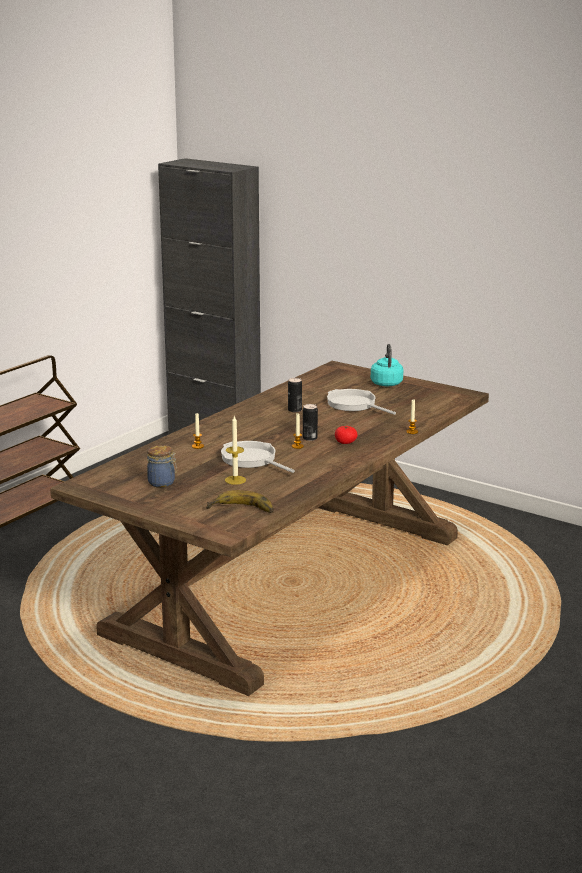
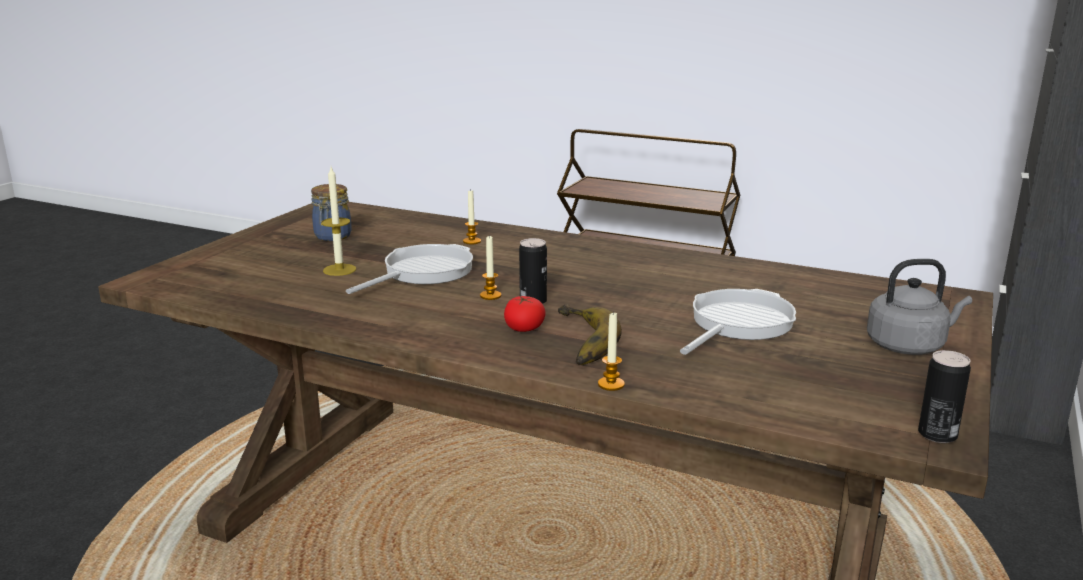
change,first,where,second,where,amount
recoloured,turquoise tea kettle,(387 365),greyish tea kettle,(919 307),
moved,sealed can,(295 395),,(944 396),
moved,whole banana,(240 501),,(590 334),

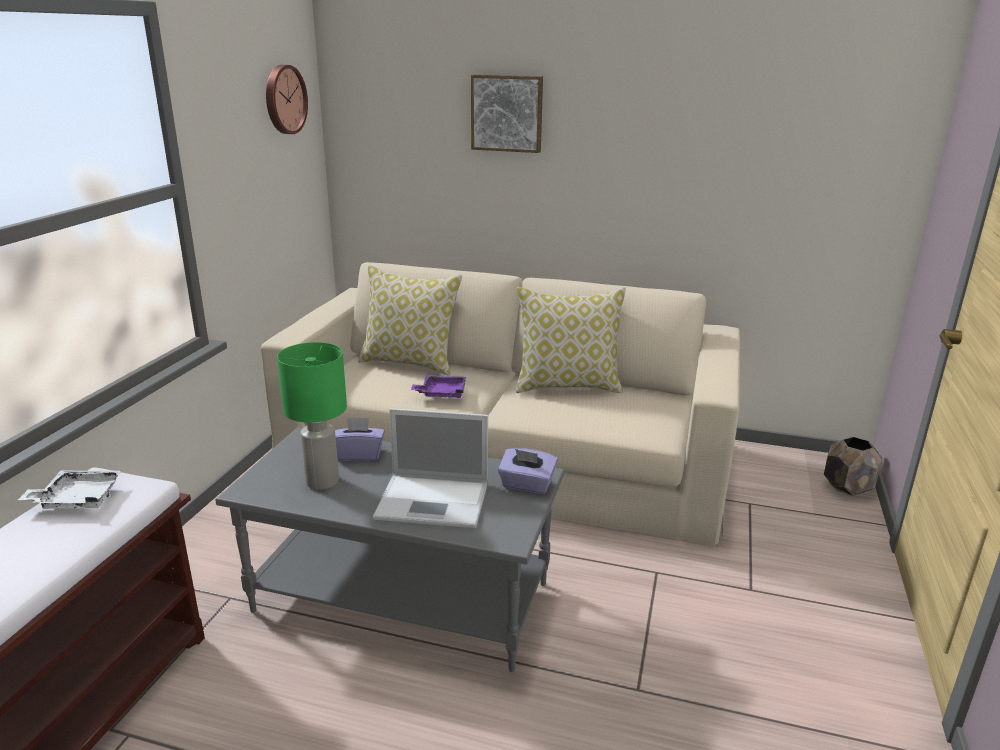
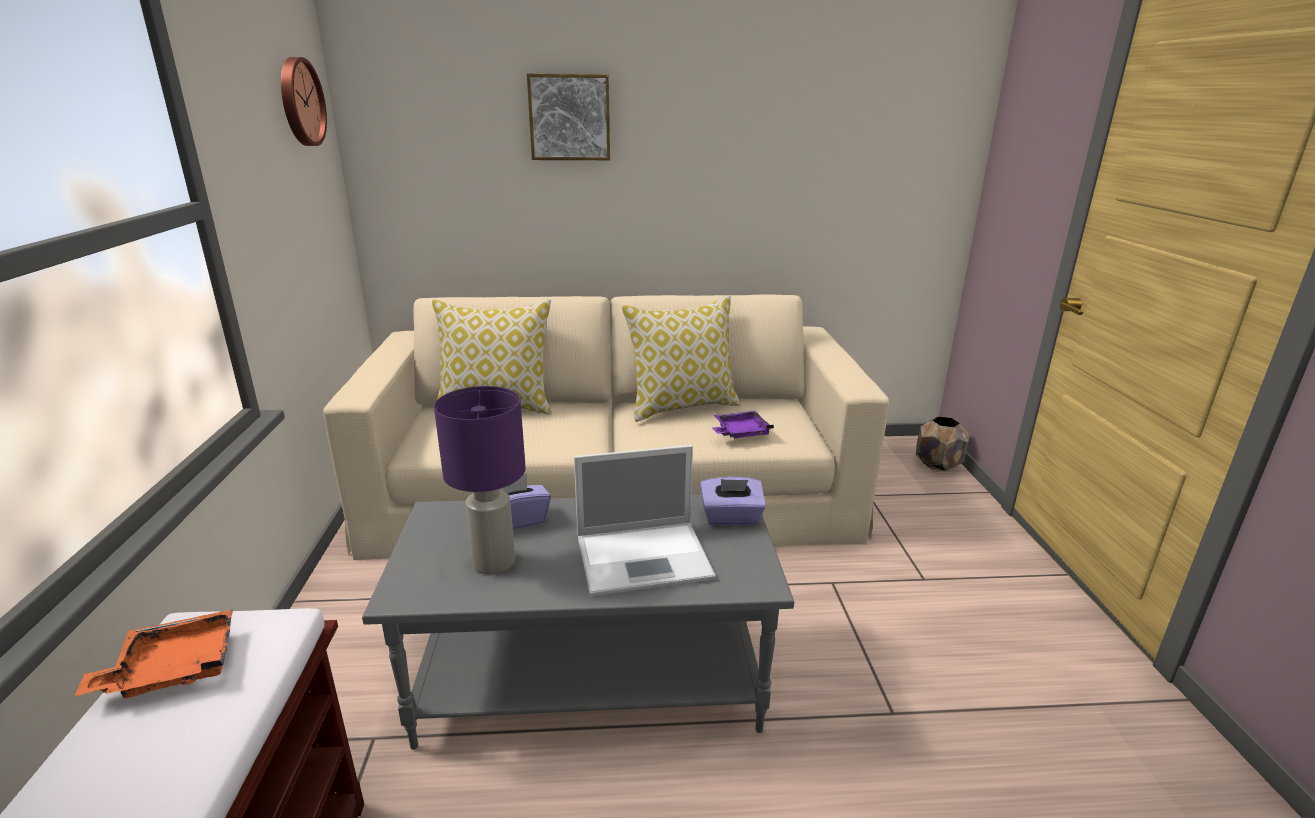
change,first,where,second,where,amount
recoloured,greenish tabletop lamp,(312 416),purple-coloured tabletop lamp,(480 480),
moved,purple-coloured serving tray,(438 386),,(743 424),
recoloured,white serving tray,(69 489),orange-coloured serving tray,(154 653),

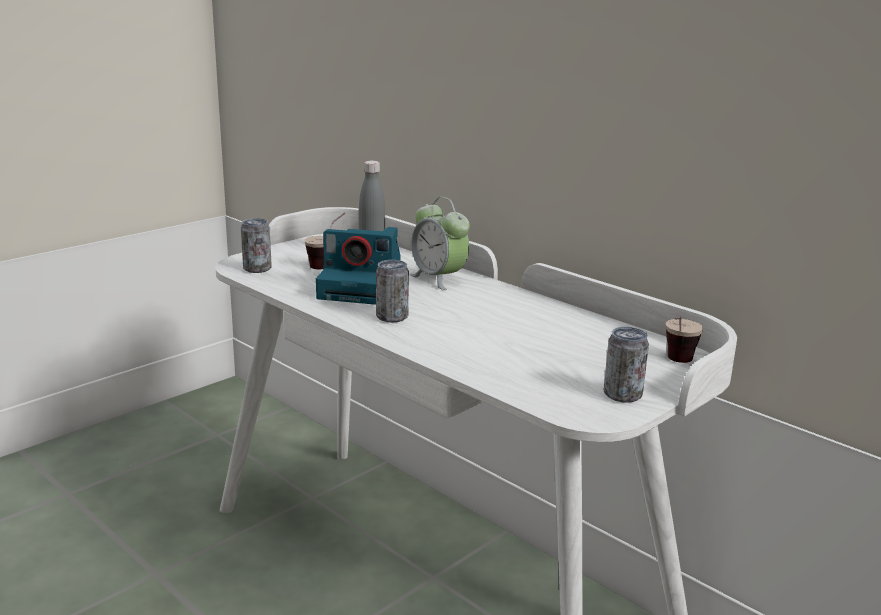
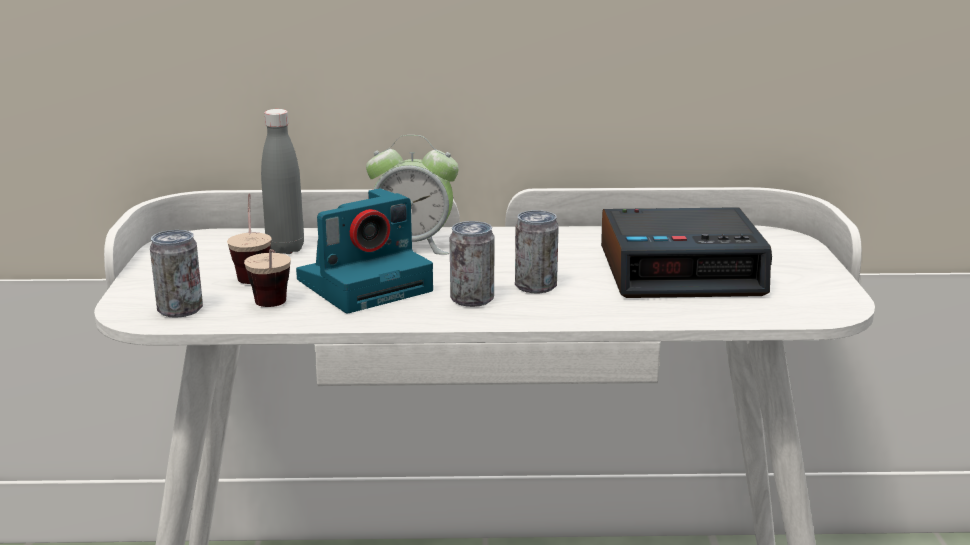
change,first,where,second,where,amount
moved,cup,(684 340),,(267 278),
moved,sealed can,(626 365),,(537 251),
added,,,table clock,(686 252),

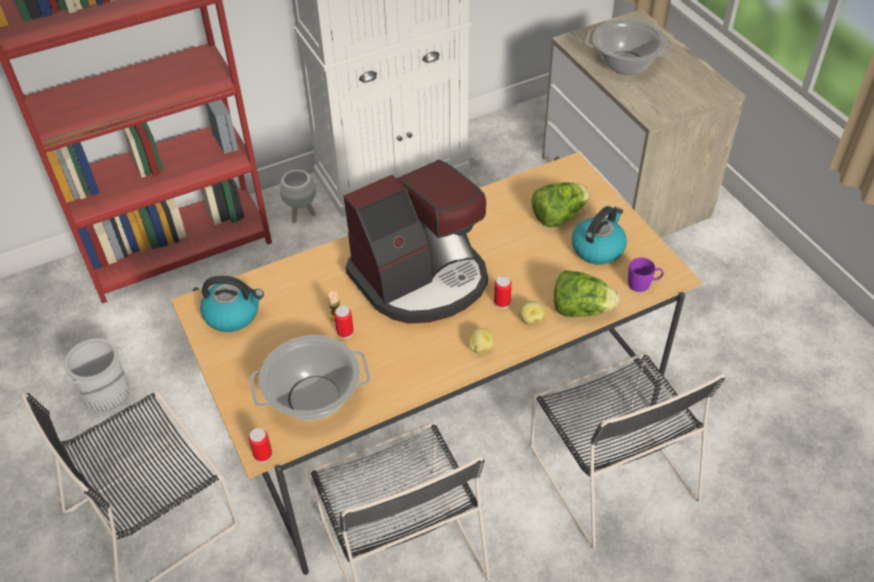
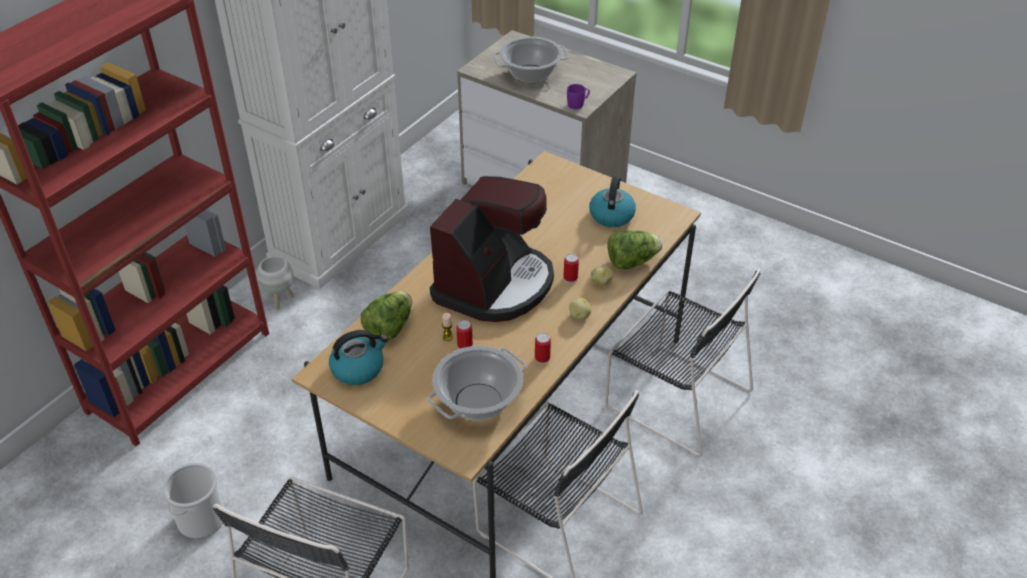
change,first,where,second,where,amount
moved,lettuce head,(560 204),,(386 315),
moved,purple-coloured coffee mug,(645 274),,(578 97),
moved,sealed can,(260 445),,(543 348),

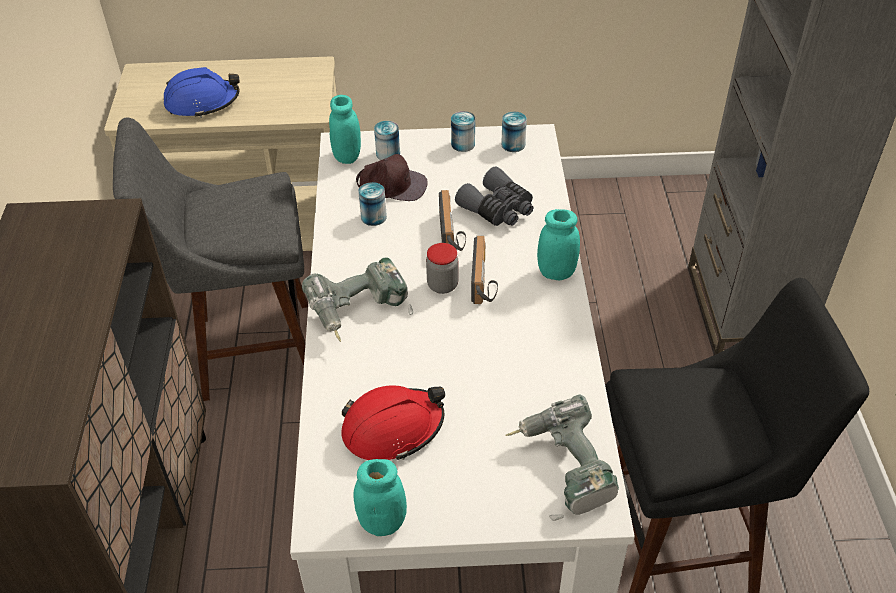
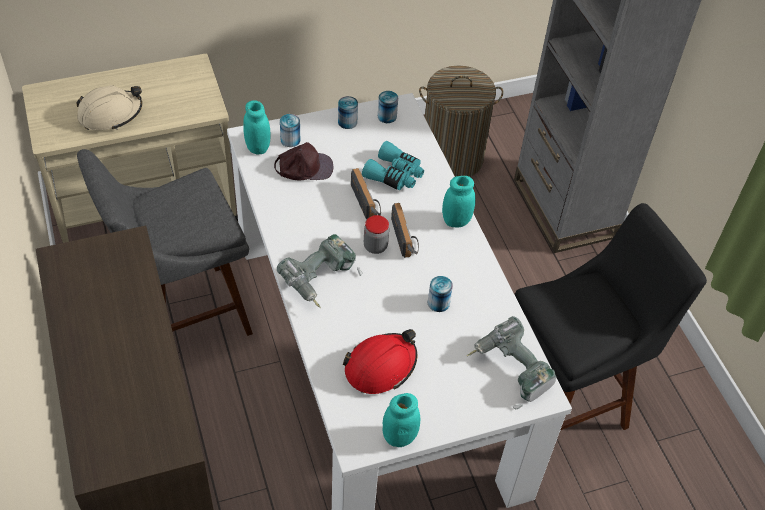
change,first,where,second,where,amount
recoloured,bluish safety helmet,(201 92),sand-coloured safety helmet,(109 107),
recoloured,greyish binoculars,(494 196),turquoise binoculars,(393 165),
moved,sealed can,(372 204),,(440 294),
added,,,hamper,(461 121),

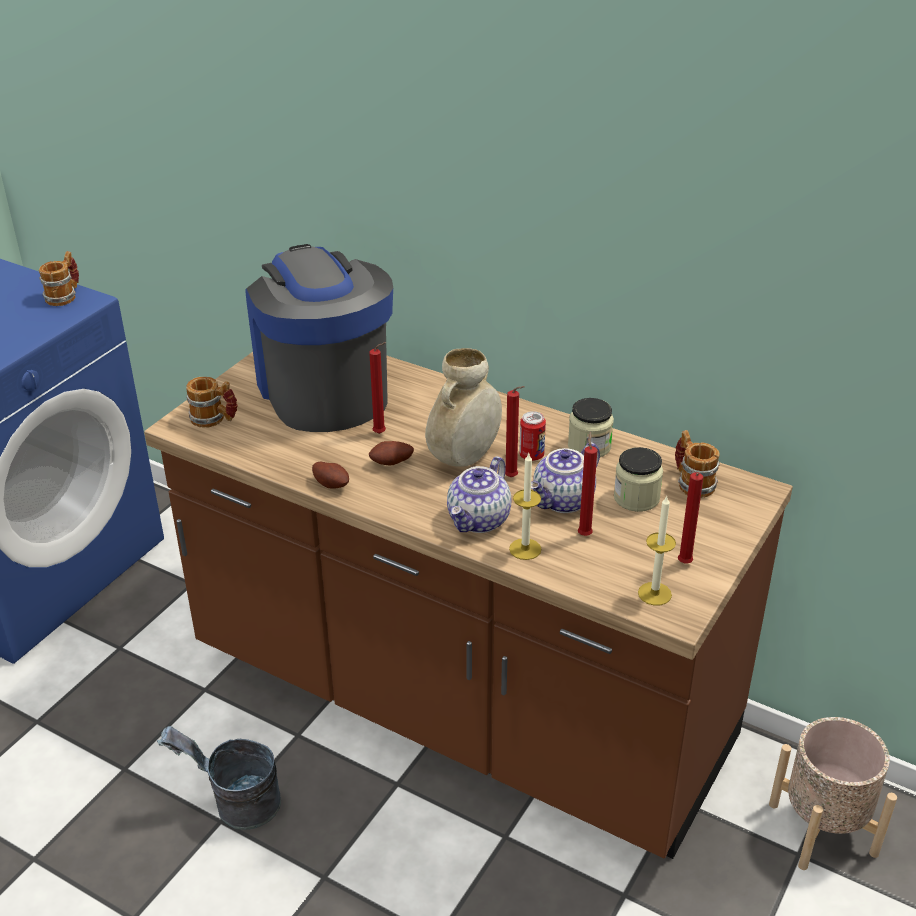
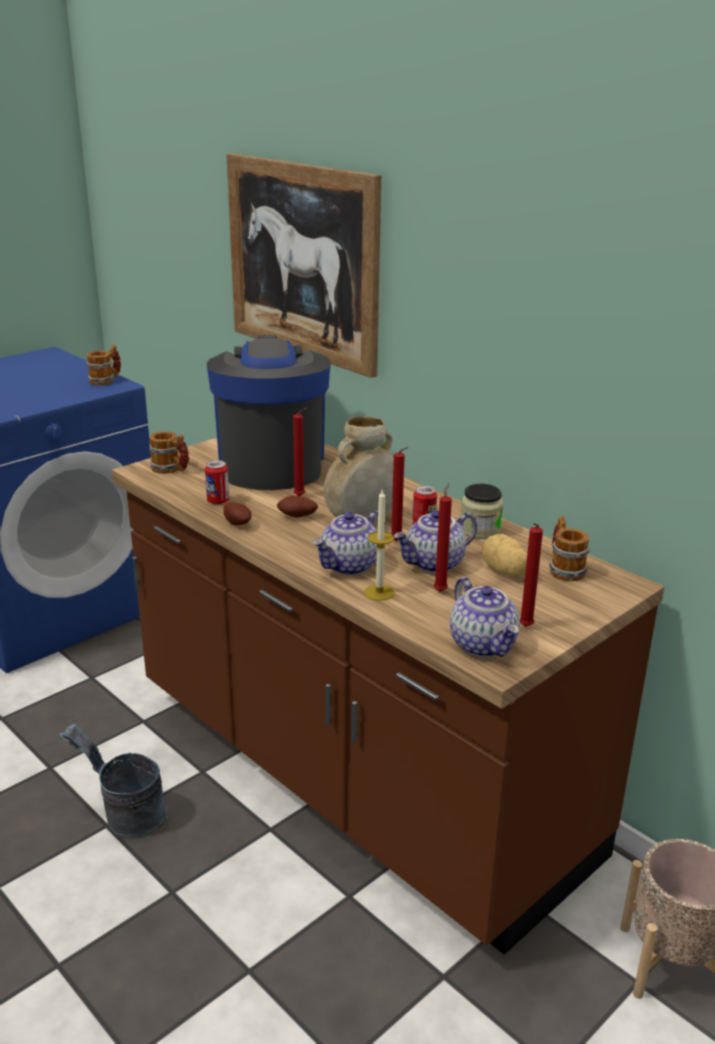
change,first,where,second,where,amount
replaced,jar,(638 479),spud,(504 555),
replaced,wax candle,(657 551),pot for tea,(485 617),
added,,,wall picture,(303 266),
added,,,sealed can,(217 482),

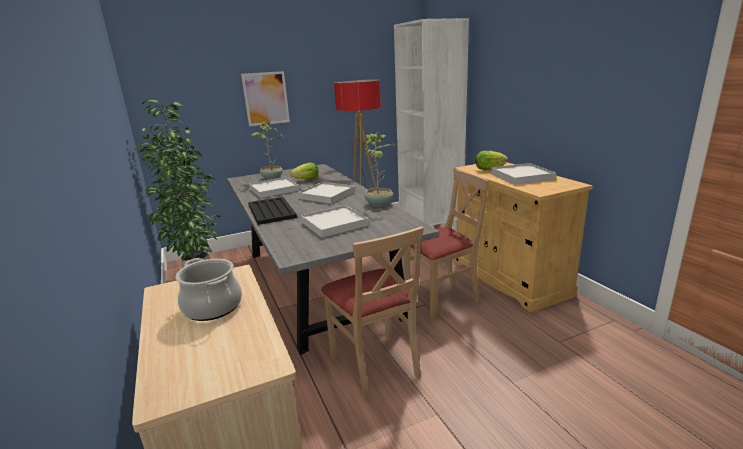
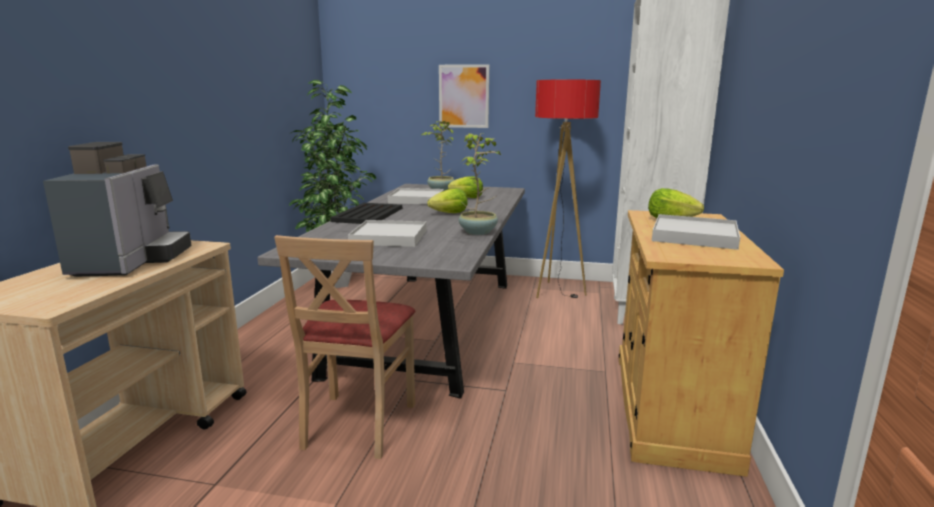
change,first,where,second,where,amount
removed,sand-coloured chair,(445 245),,,
replaced,white serving tray,(326 193),lettuce head,(447 200),
replaced,stockpot,(209 289),coffee machine,(117 209),

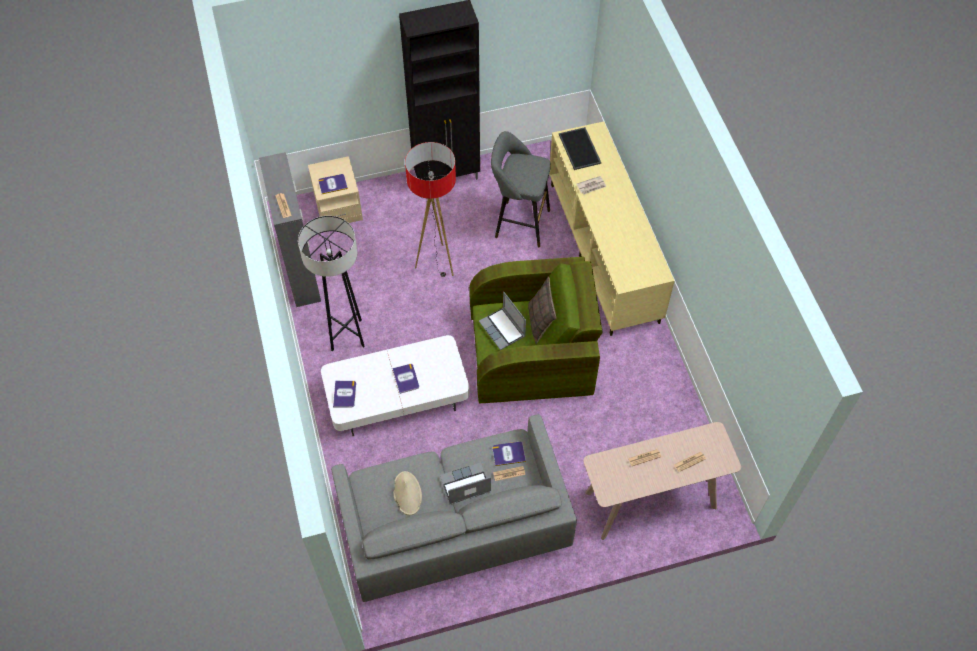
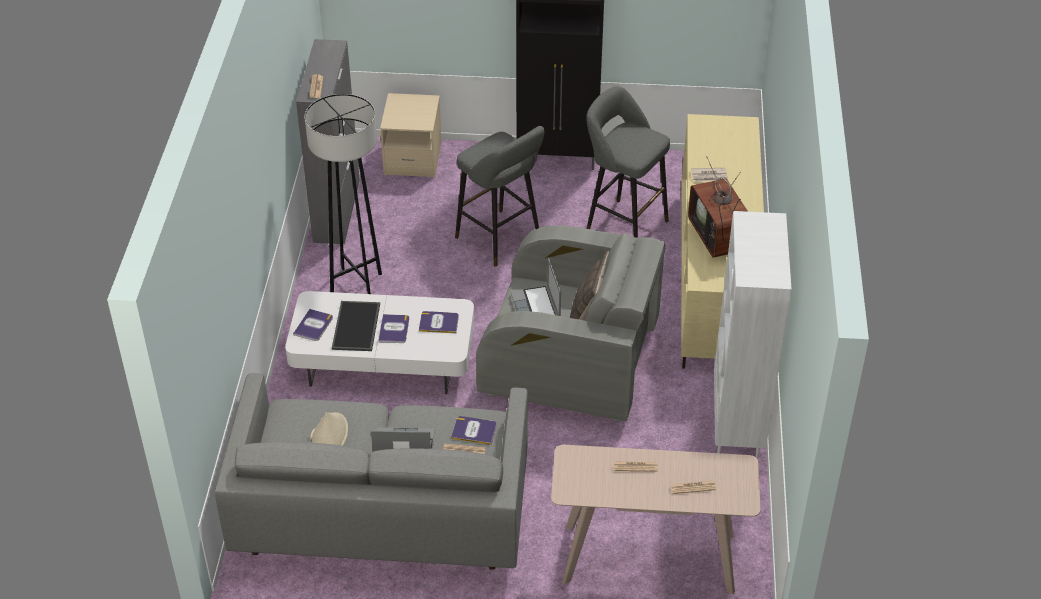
change,first,where,second,where,amount
moved,serving tray,(580 148),,(356 326),
replaced,standing lamp,(430 209),greyish stool,(500 196),
moved,volume,(333 184),,(439 322),
recoloured,greenish lounge chair,(536 330),greyish lounge chair,(571 323),
added,,,TV set,(718 207),
added,,,white bookcase,(753 335),

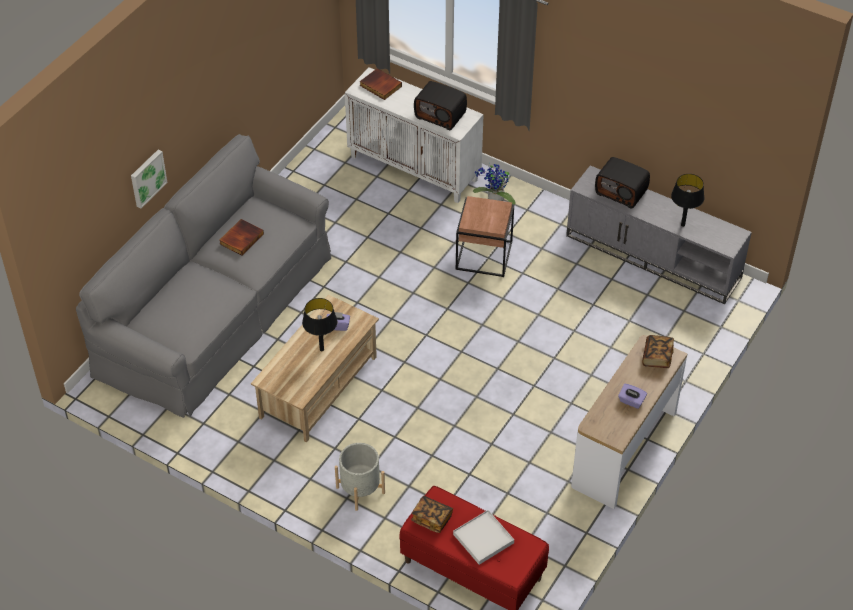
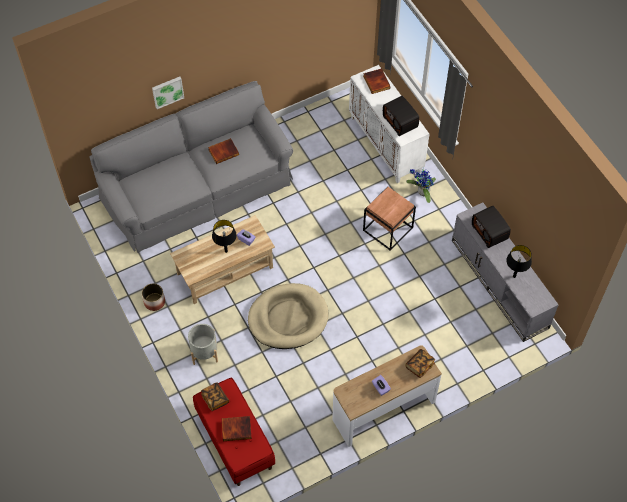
change,first,where,second,where,amount
replaced,white serving tray,(483 537),volume,(237 428),
added,,,plant pot,(153 297),
added,,,sand-coloured dog bed,(288 316),

